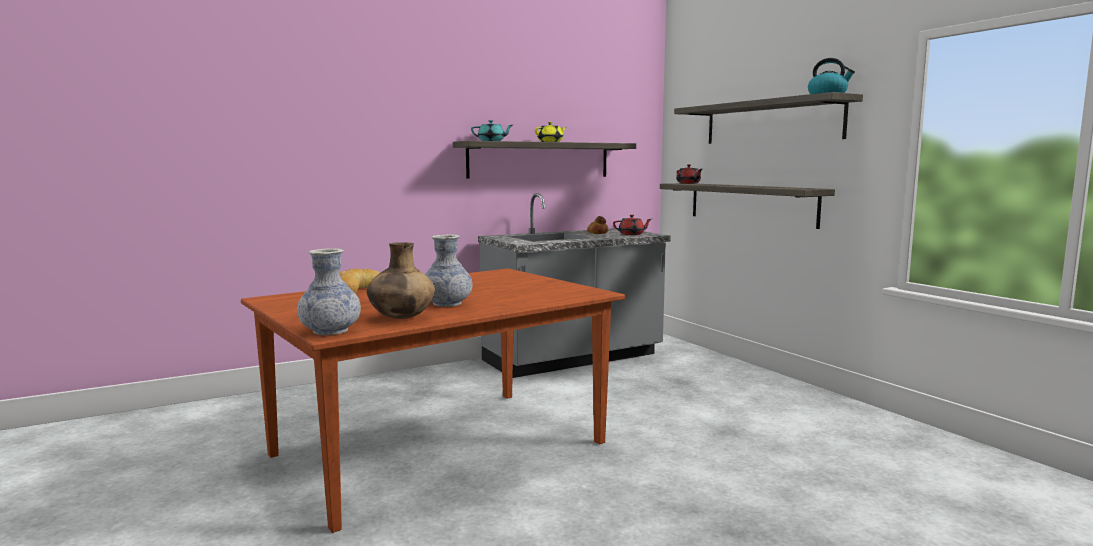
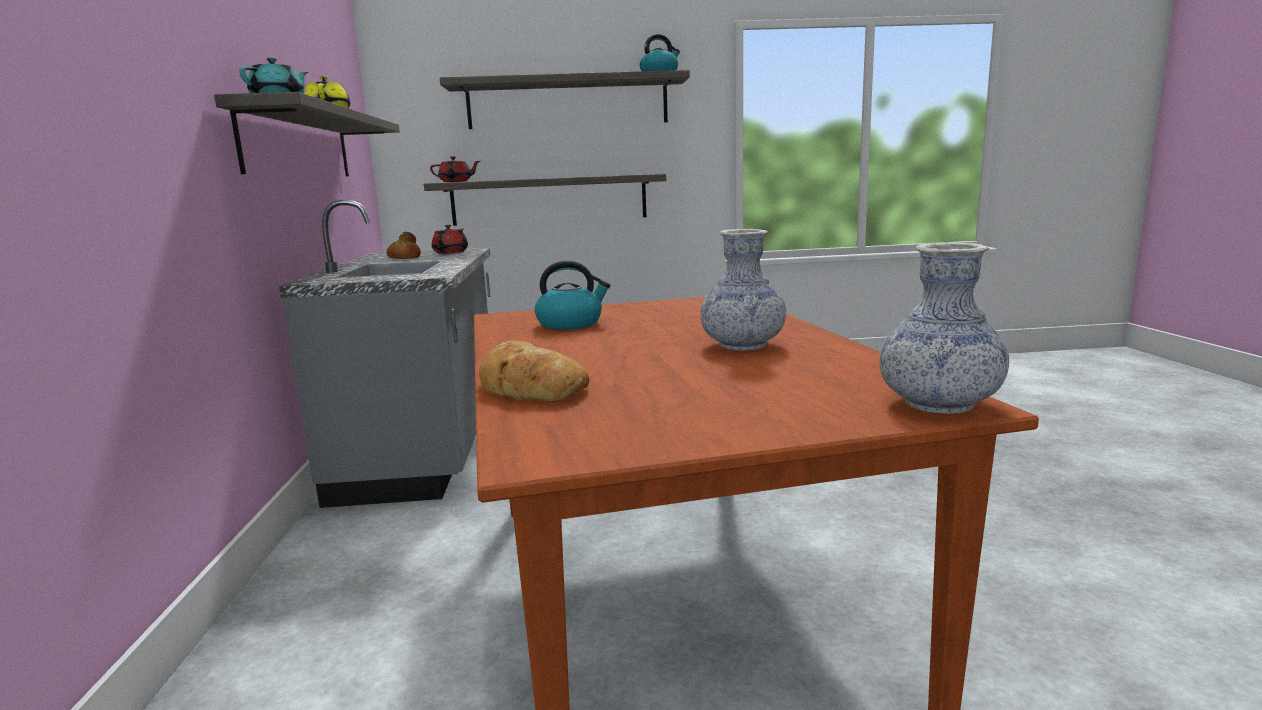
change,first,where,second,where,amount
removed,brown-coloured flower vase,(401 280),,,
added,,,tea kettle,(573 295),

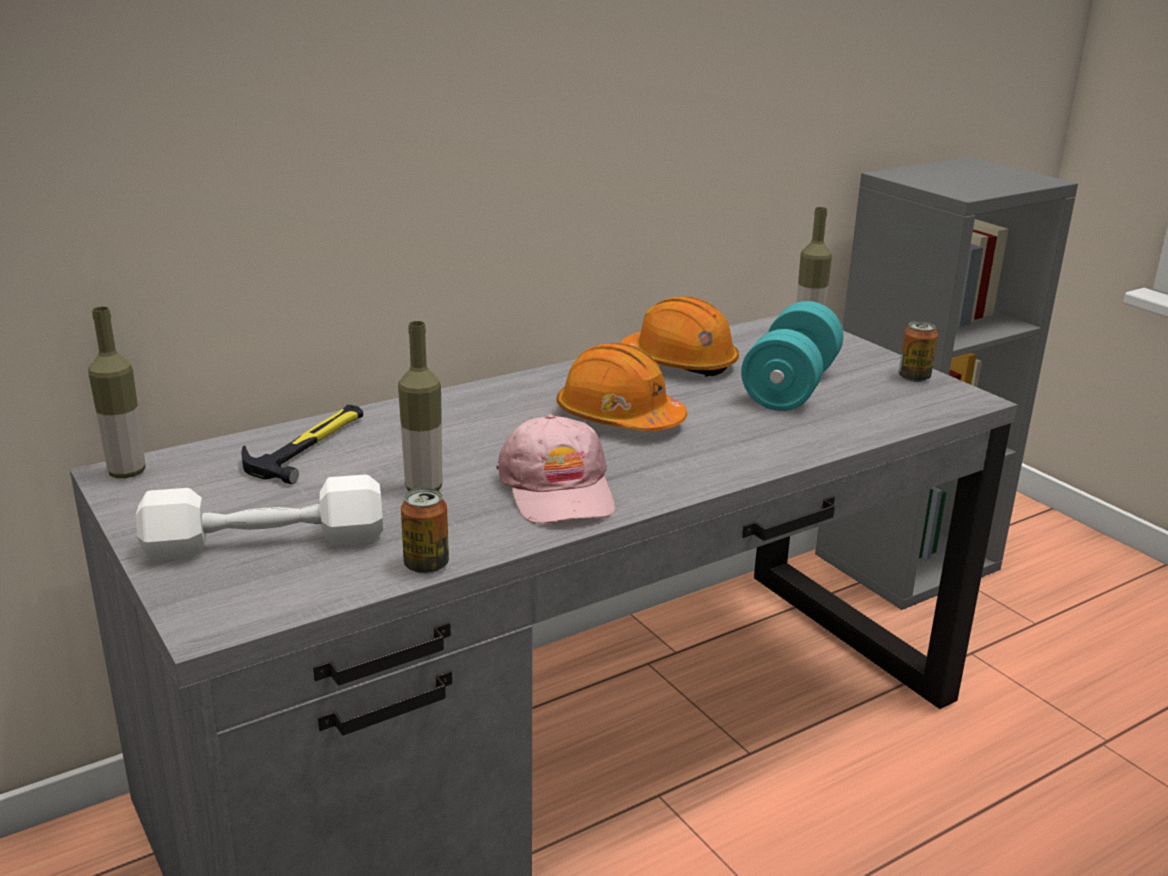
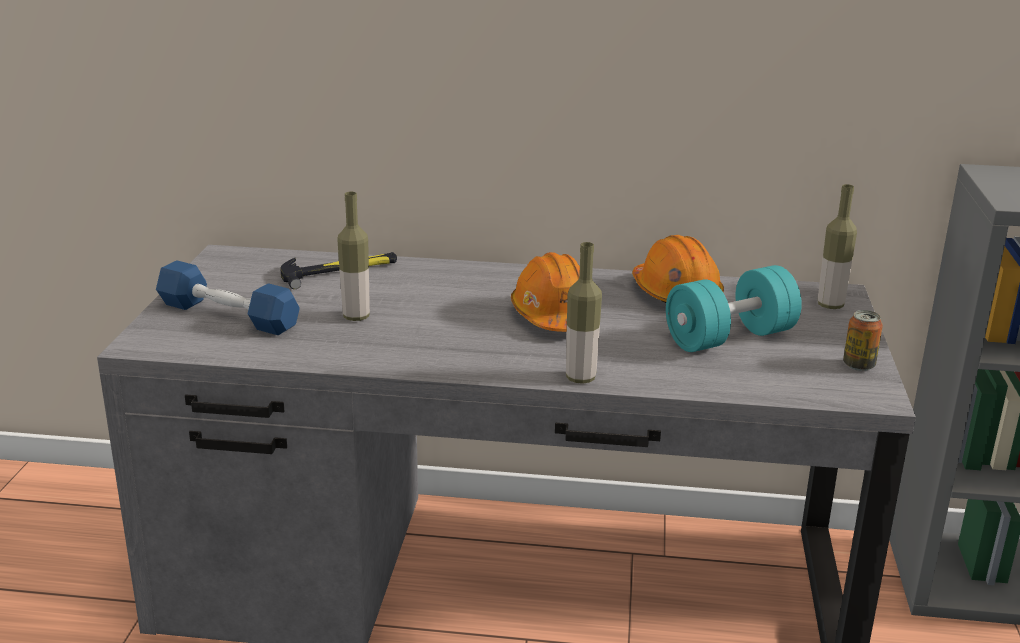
change,first,where,second,where,amount
moved,drink bottle,(117 392),,(584 313),
removed,pink-coloured peaked cap,(555 469),,,
recoloured,white hand weight,(259 517),bluish hand weight,(228 298),
removed,sealed can,(425 531),,,

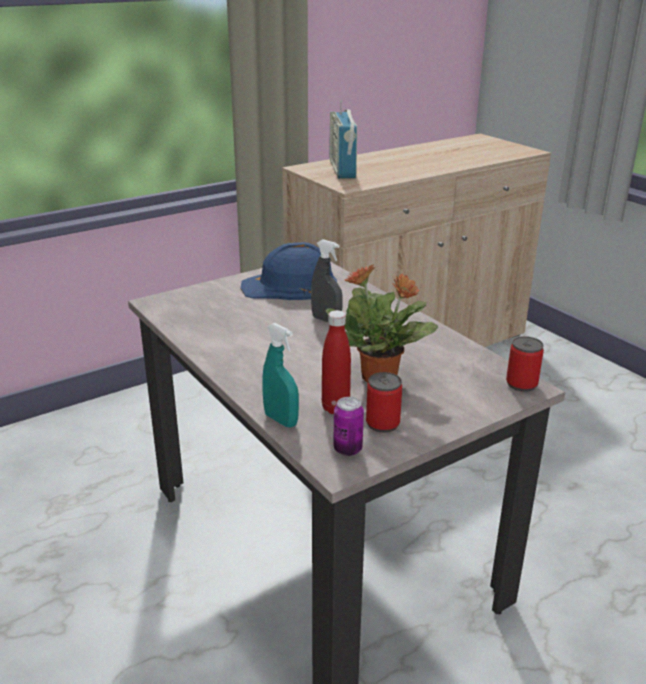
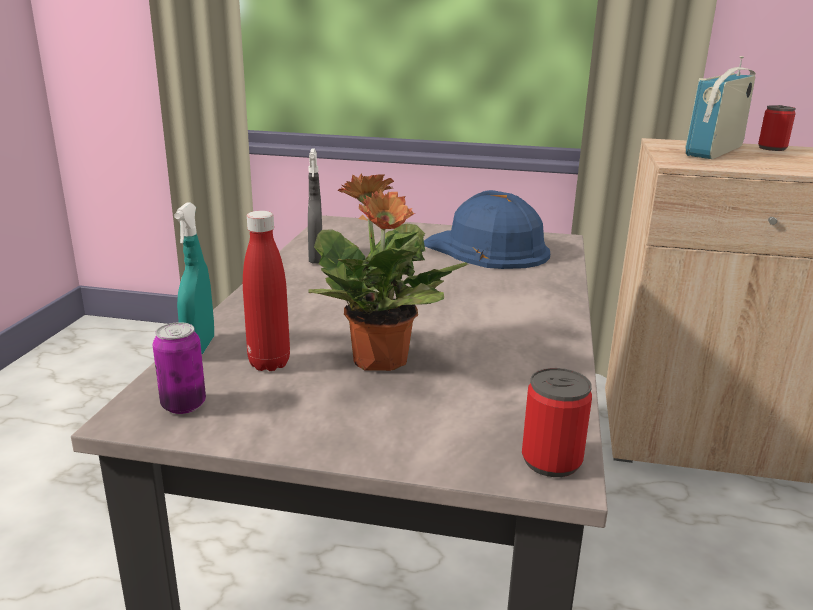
change,first,where,second,where,amount
moved,greyish sprayer,(327 281),,(315 206),
moved,sealed can,(384 402),,(777 128),

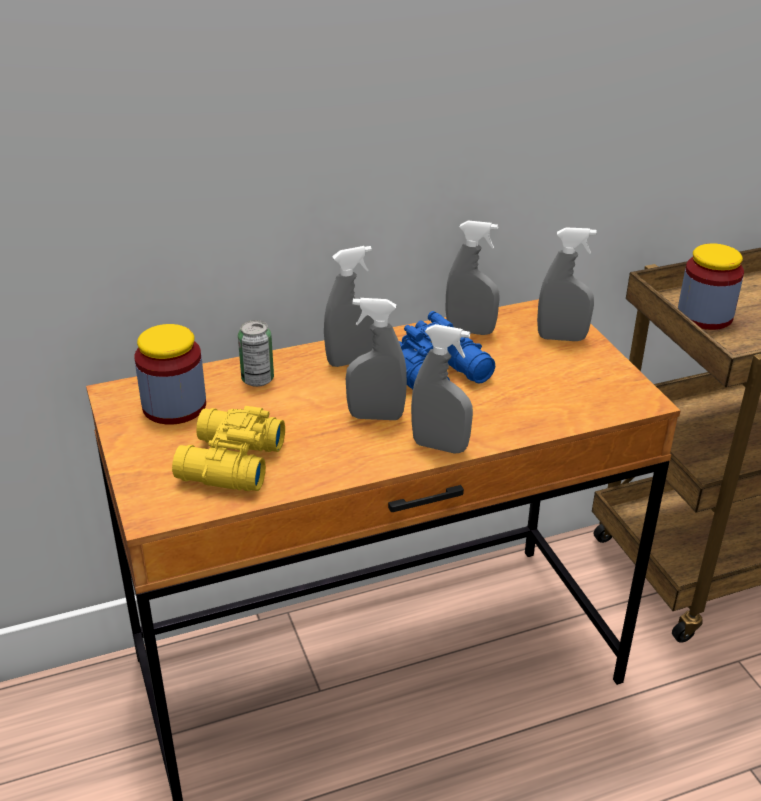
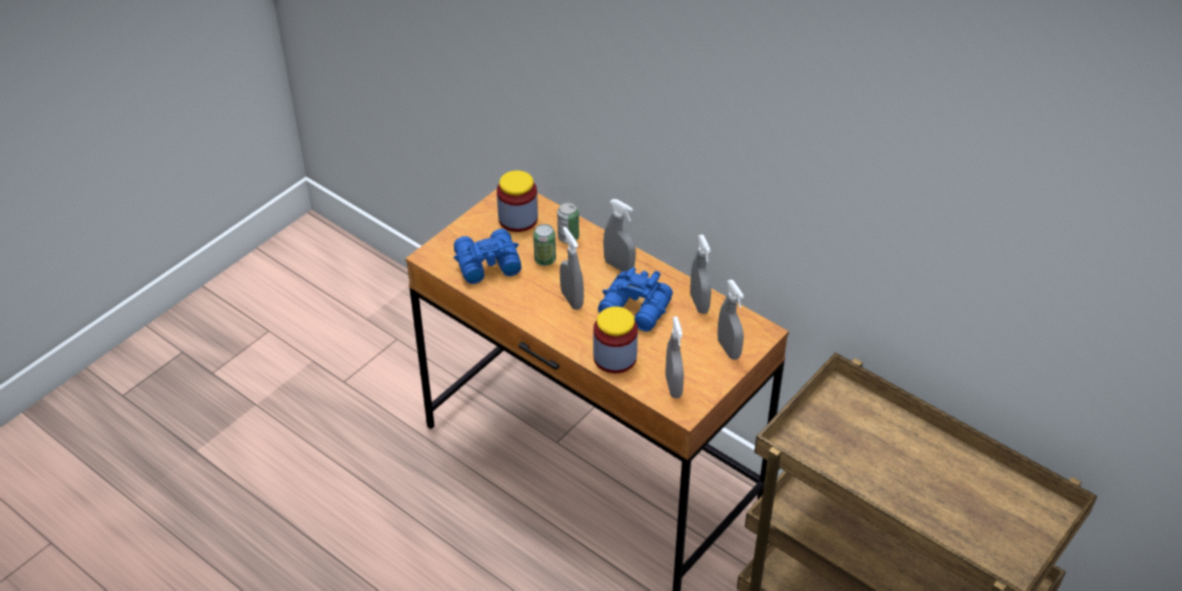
change,first,where,second,where,amount
moved,jar,(711 286),,(615 340),
moved,greyish sprayer,(442 388),,(674 357),
recoloured,yellow binoculars,(228 448),bluish binoculars,(487 256),
added,,,sealed can,(544 245),

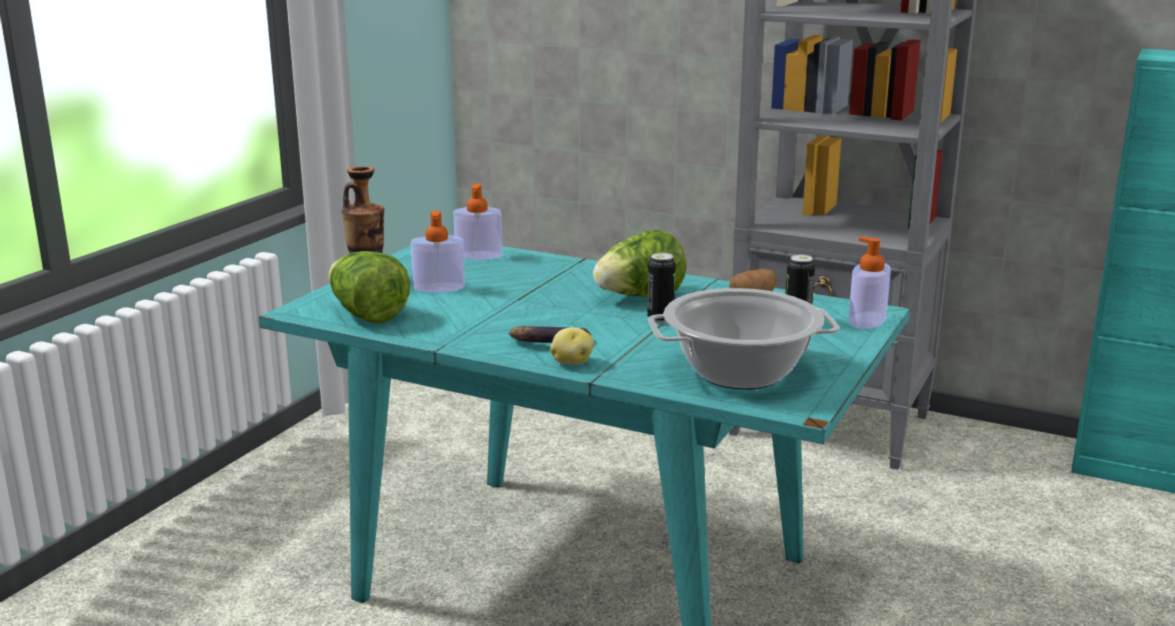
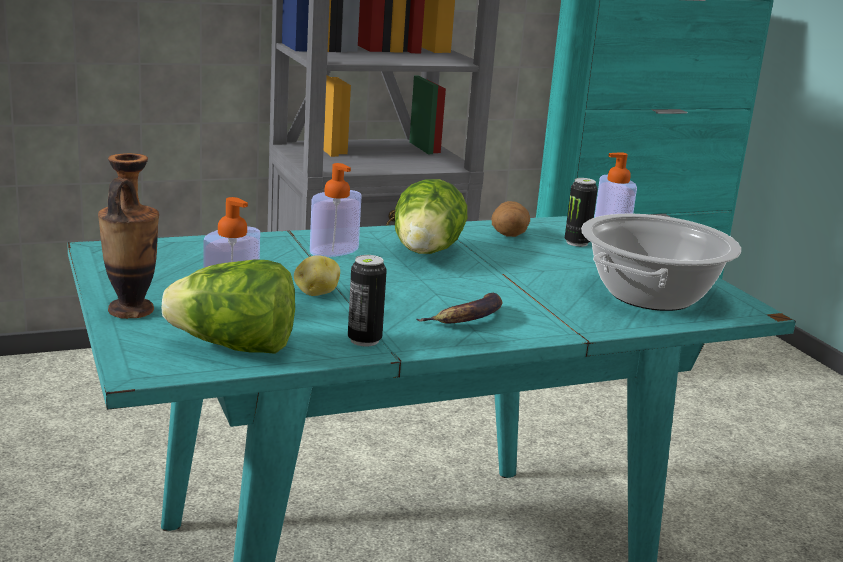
change,first,where,second,where,amount
moved,soap bottle,(477 222),,(336 210),
moved,sealed can,(661 288),,(367 301),
moved,spud,(572 345),,(317 275),

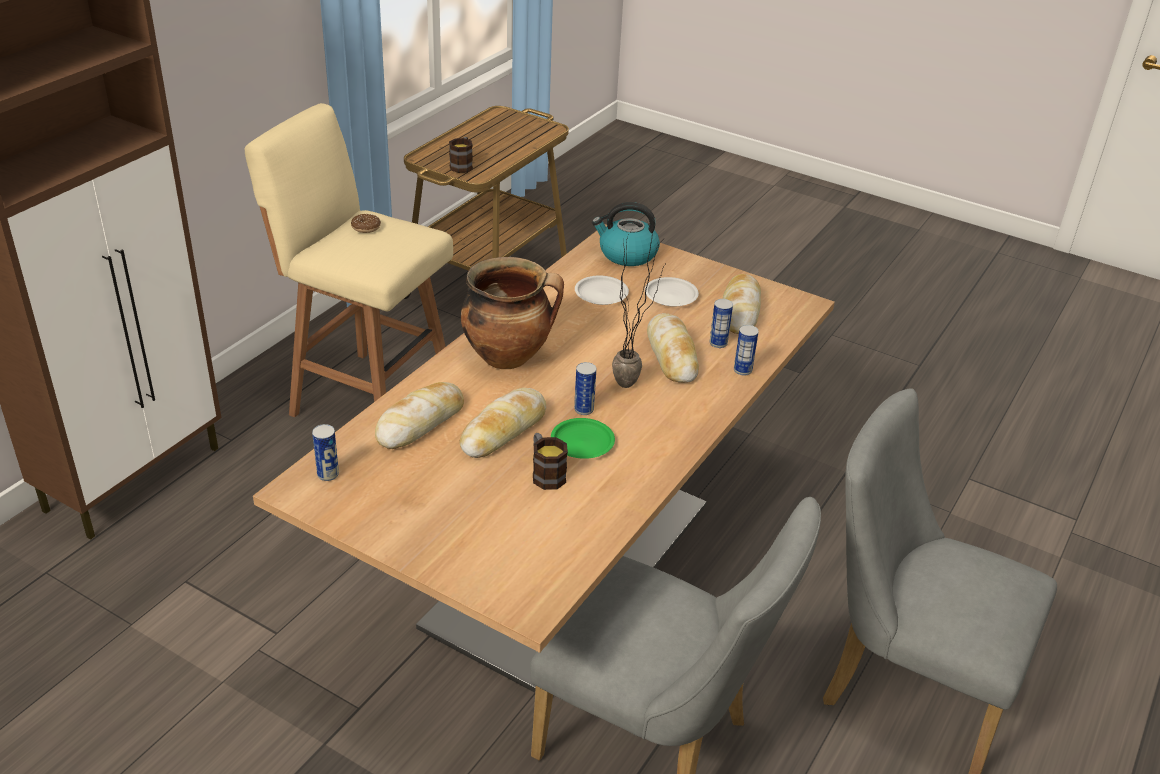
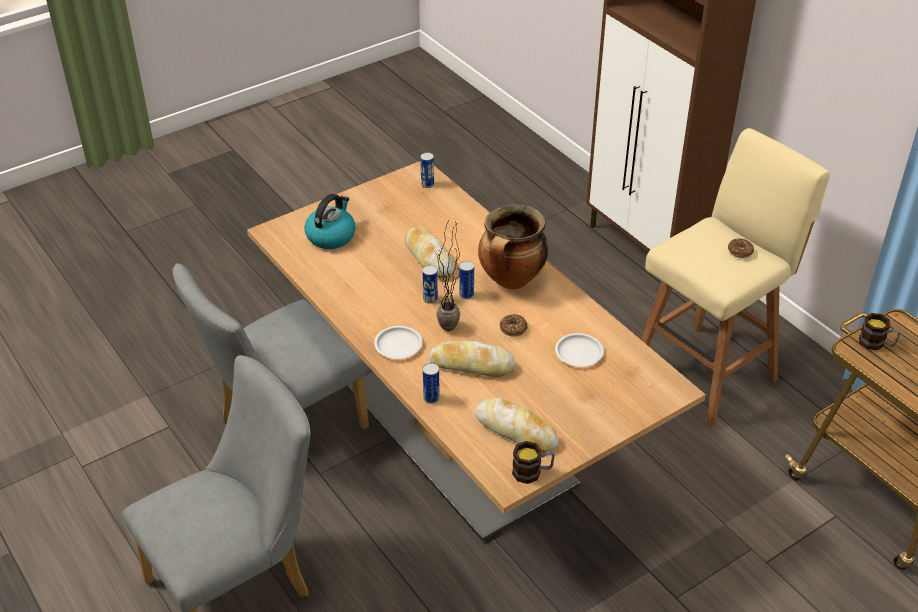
change,first,where,second,where,amount
moved,tea kettle,(626 234),,(330 221),
moved,white plate,(672 292),,(398 342),
moved,sealed can,(721 323),,(466 280),
removed,bread,(419 415),,,
removed,greenish plate,(583 438),,,
moved,coffee mug,(550 461),,(533 462),
added,,,donut,(514 325),

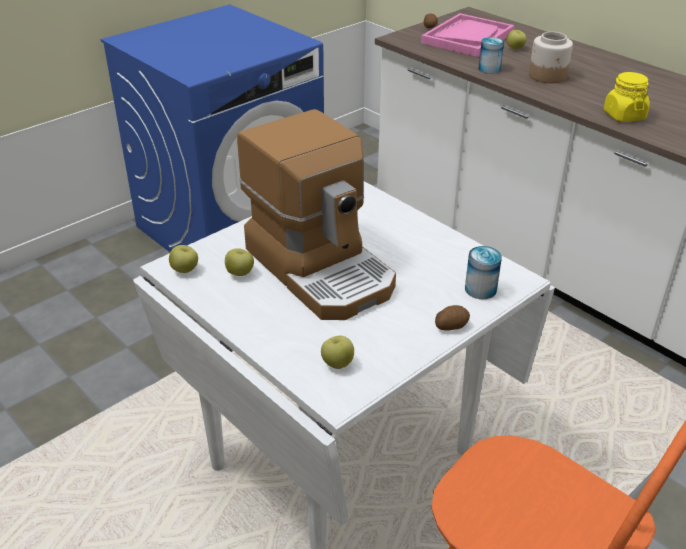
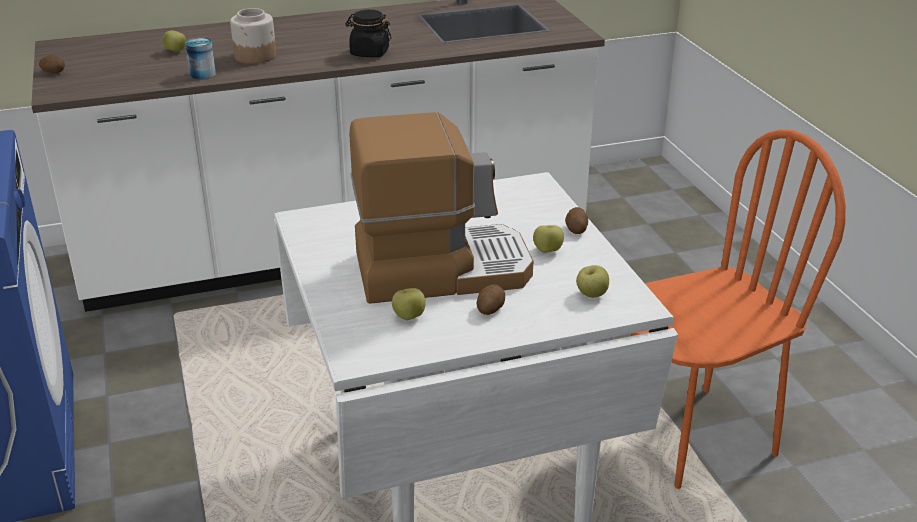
change,first,where,second,where,amount
removed,pink-coloured serving tray,(468 35),,,
recoloured,yellow jar,(627 97),black-coloured jar,(368 33),
moved,whole apple,(183 259),,(548 239),
removed,sealed can,(483 272),,,
added,,,spud,(491 299),

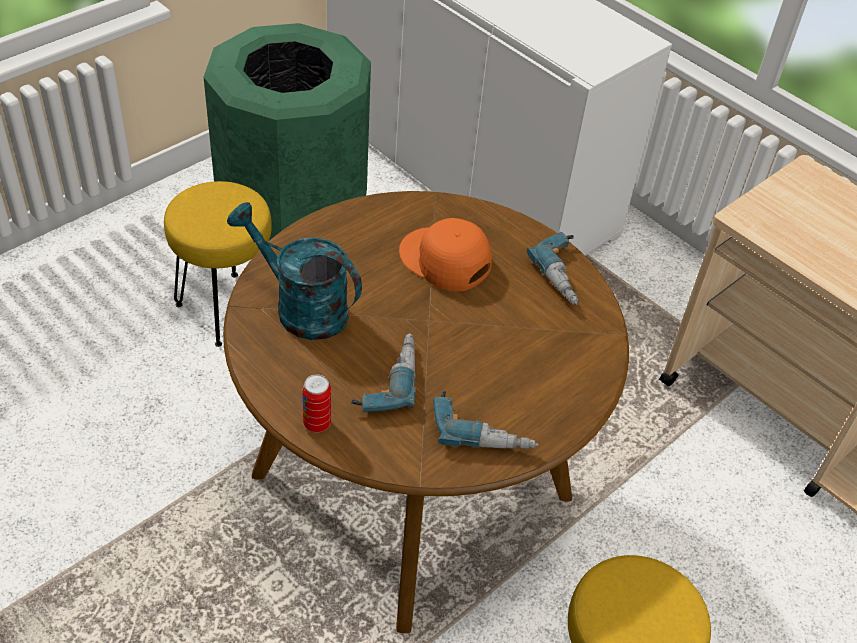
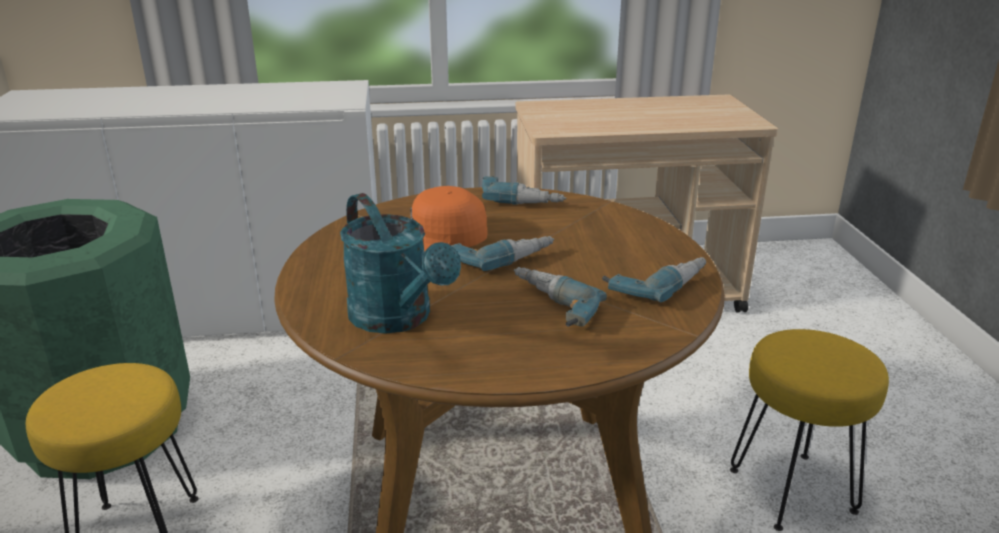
change,first,where,second,where,amount
turned,turquoise sprinkling can,(294 271),,(400 263),105 degrees counterclockwise
removed,sealed can,(316 403),,,
added,,,electric drill,(502 253),

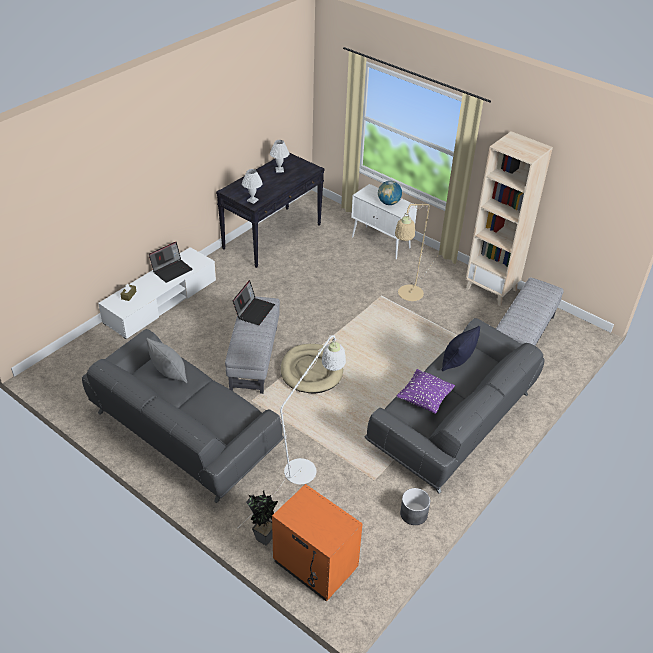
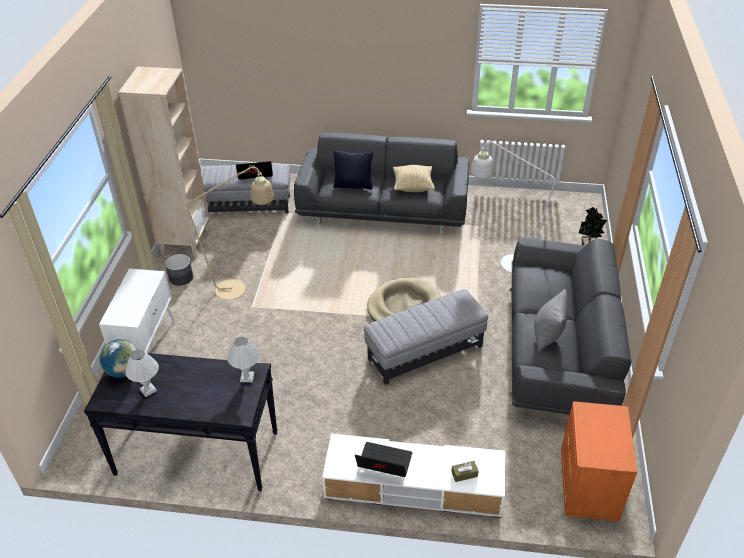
change,first,where,second,where,amount
moved,globe,(390 193),,(120 358),
moved,portable computer,(254 302),,(254 170),
recoloured,purple-coloured pillow,(425 391),sand-coloured pillow,(414 178),
moved,orange-coloured nightstand,(317 543),,(599 461),
moved,greyish plant pot,(415 506),,(179 270),

